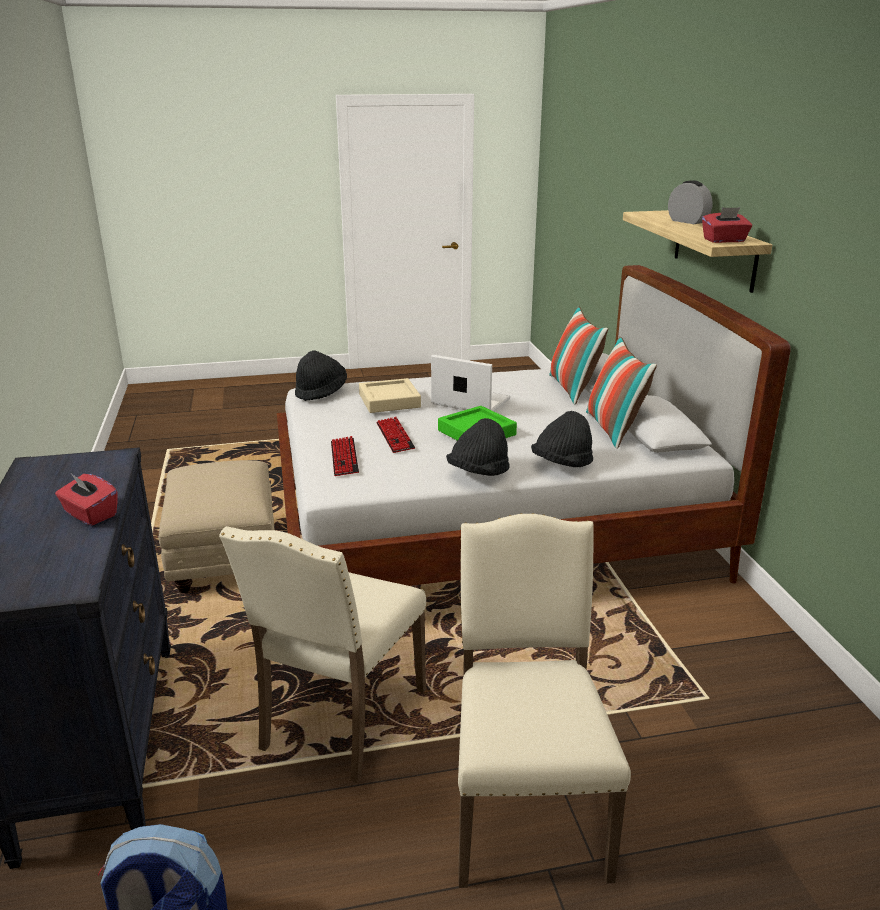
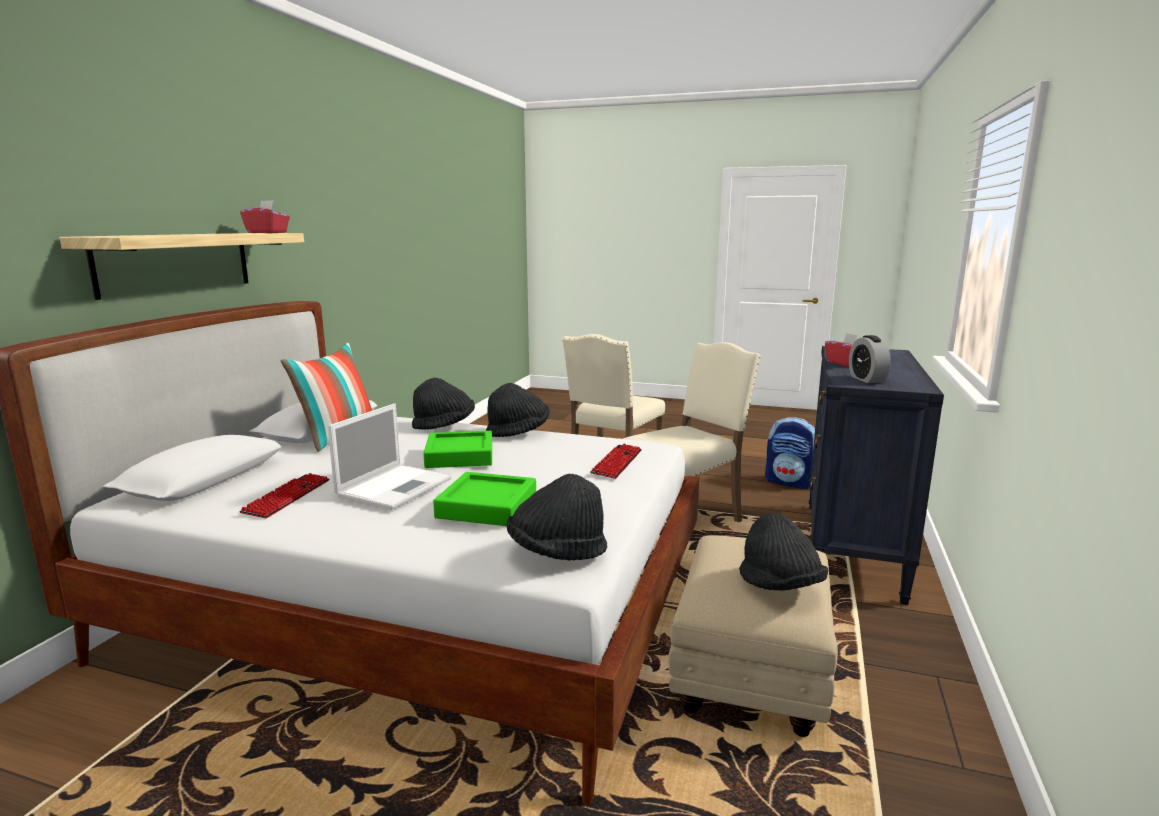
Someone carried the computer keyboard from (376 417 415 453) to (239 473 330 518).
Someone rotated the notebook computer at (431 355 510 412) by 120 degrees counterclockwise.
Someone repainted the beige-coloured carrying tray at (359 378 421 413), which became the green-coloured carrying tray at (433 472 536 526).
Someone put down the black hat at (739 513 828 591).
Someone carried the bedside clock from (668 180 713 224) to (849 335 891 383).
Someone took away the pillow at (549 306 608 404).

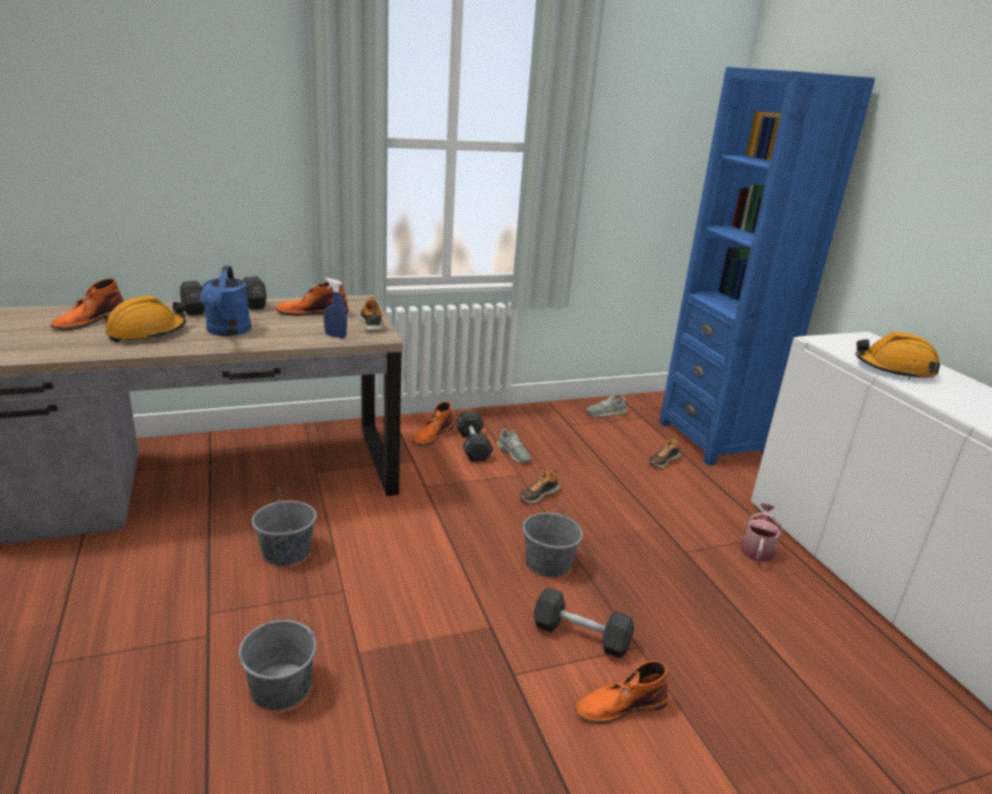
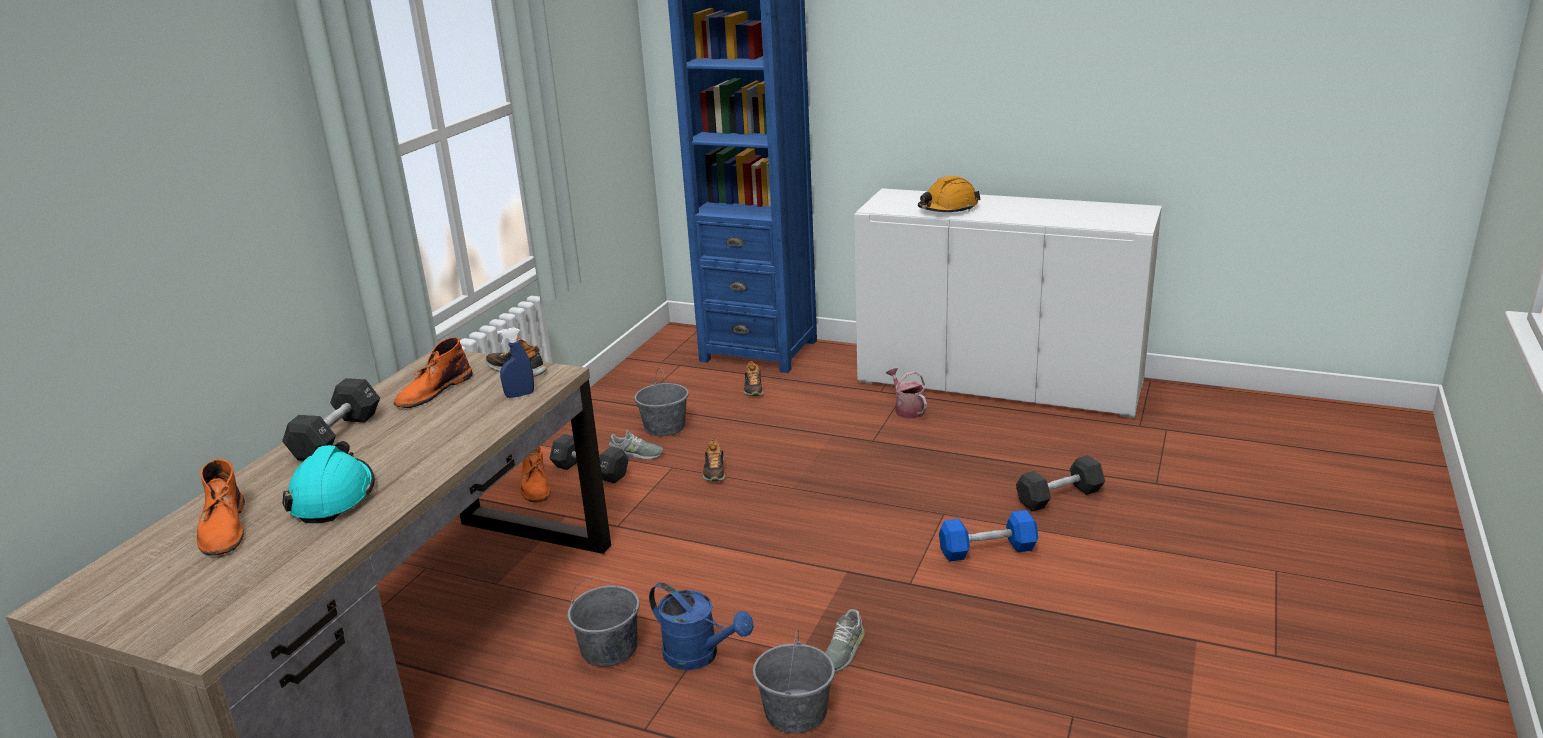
Someone repainted the orangey hard hat at (105 295 186 342), which became the turquoise-coloured hard hat at (282 441 375 523).
Someone carried the gray water bucket from (522 502 583 577) to (635 368 689 436).
Someone carried the blue sprinkling can from (200 266 251 336) to (649 583 754 670).
Someone carried the gray item of footwear from (586 394 627 417) to (825 609 865 672).
Someone swapped the orangey high-top boot at (575 661 668 723) for the blue hand weight at (939 510 1038 562).
Someone carried the black hand weight from (533 587 634 658) to (1016 455 1105 512).

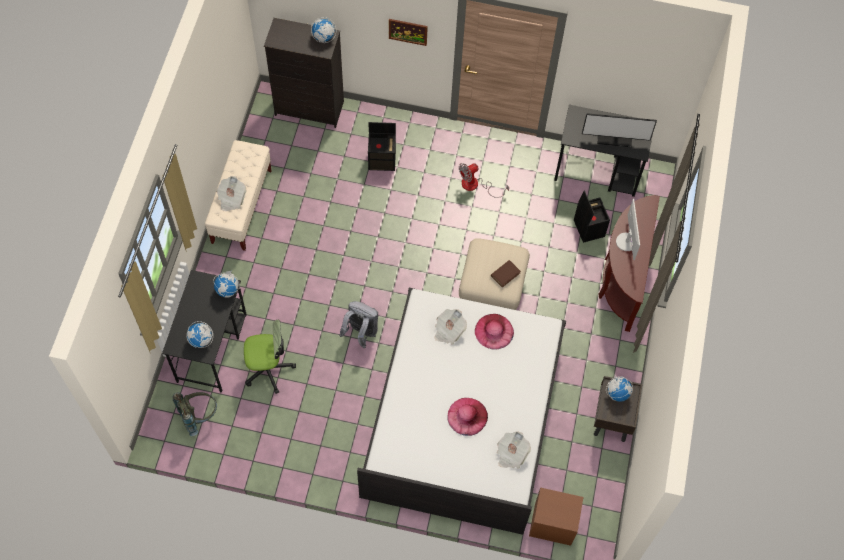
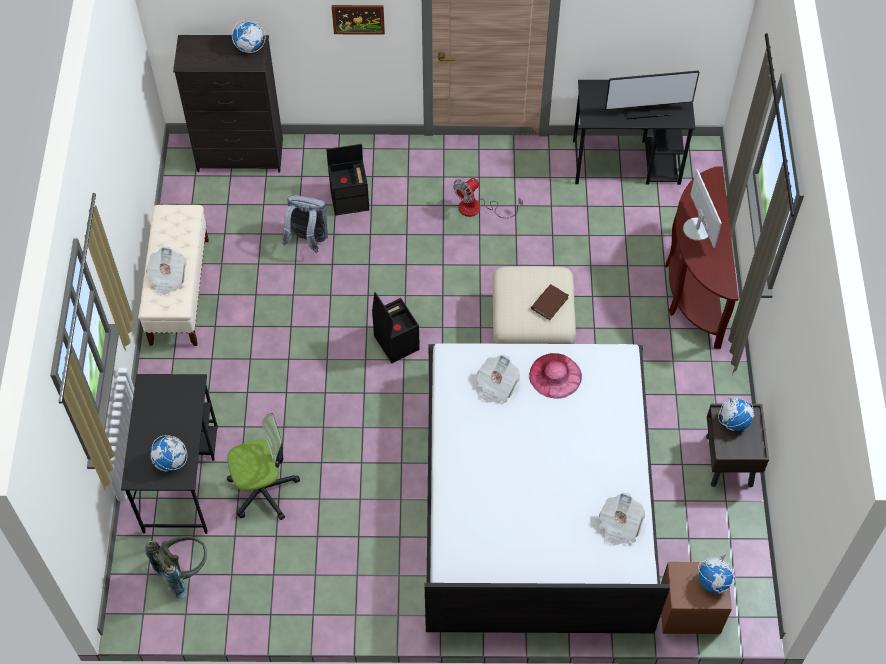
Someone carried the gray backpack from (339 301 378 348) to (282 195 328 253).
Someone carried the black storage box from (574 190 610 243) to (372 292 420 363).
Someone carried the desk globe from (214 270 240 298) to (698 554 735 594).
Someone took away the pink hat at (447 398 488 436).

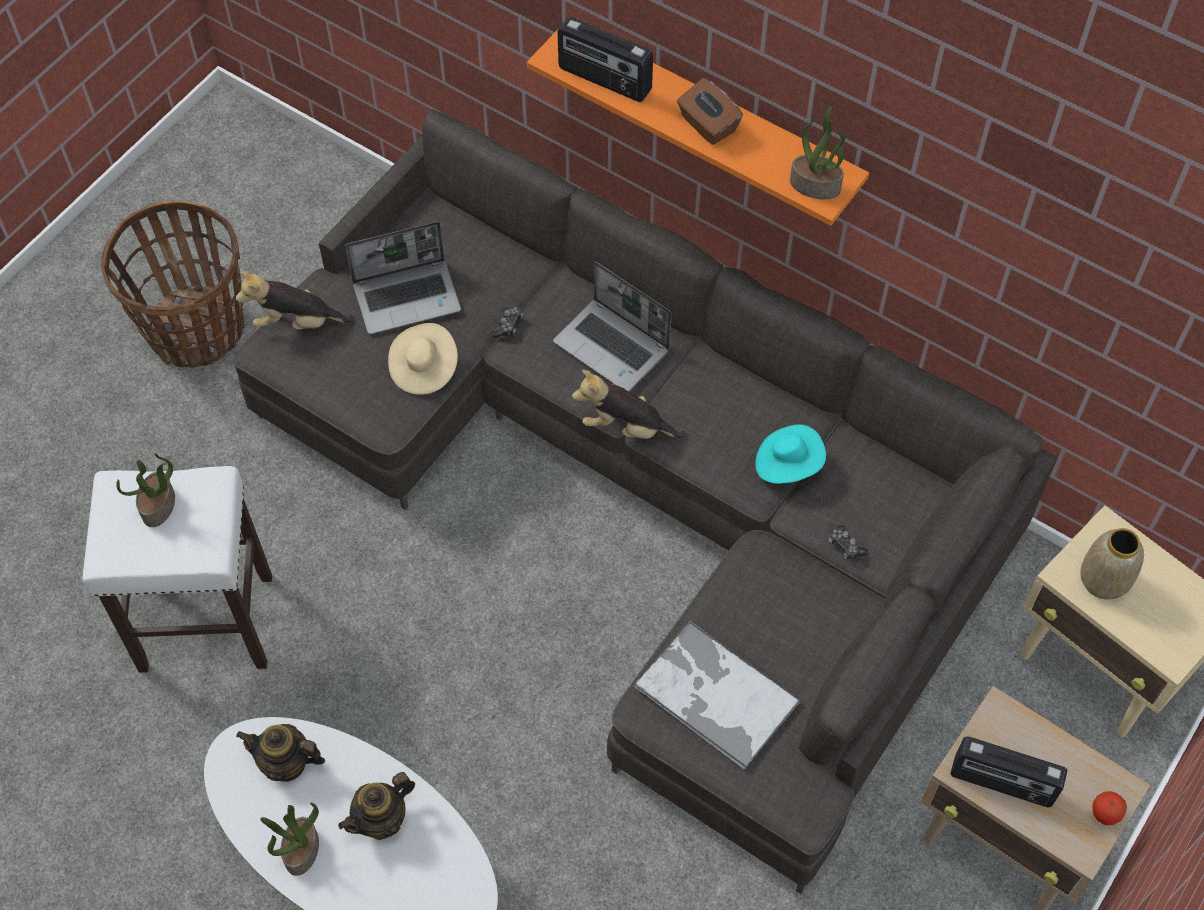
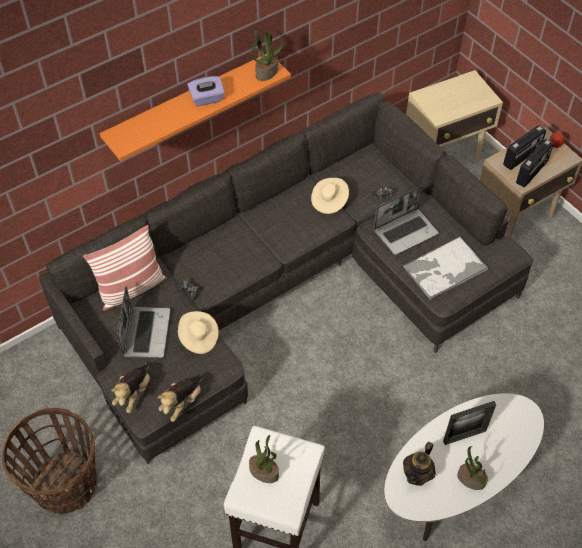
Someone put down the pillow at (83 225 167 311).
Someone carried the plush toy from (572 370 686 439) to (158 374 204 422).
Someone repainted the brownish tissue box at (677 78 743 145), which became the purplish tissue box at (187 76 225 106).
Someone repainted the turquoise-coloured hat at (755 424 826 484), which became the beige-coloured hat at (311 178 349 214).
Someone carried the notebook computer from (553 261 672 392) to (374 186 439 255).
Someone swapped the tea pot at (338 772 415 840) for the picture frame at (443 401 496 445).
Someone carried the radio set from (557 17 653 102) to (503 125 546 170).
Someone took away the vase at (1080 528 1144 599).

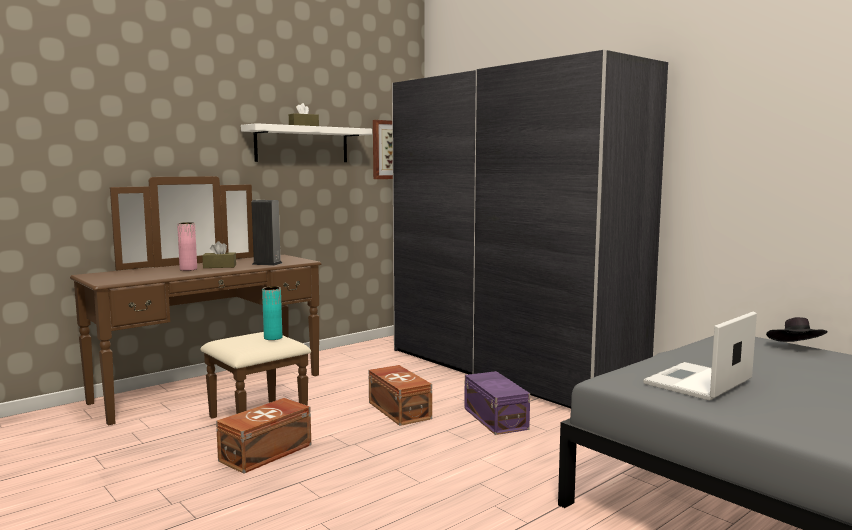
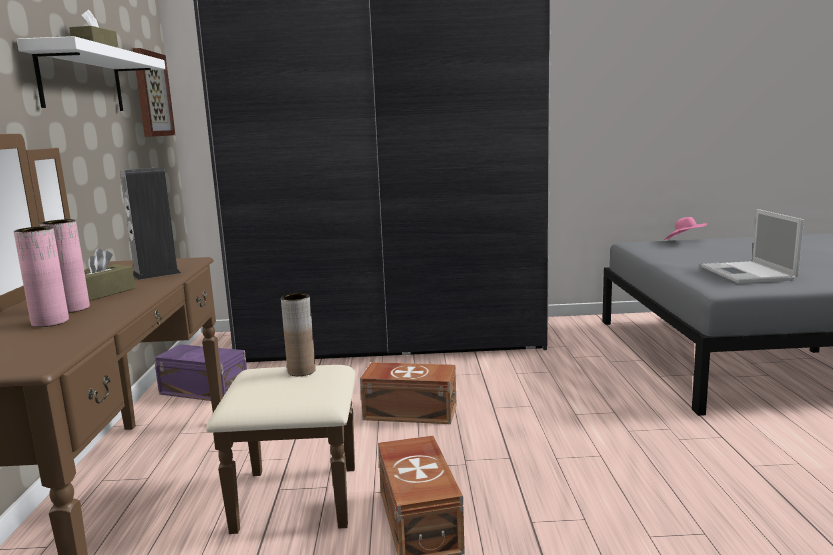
Someone put down the pink vase at (14 226 69 327).
Someone carried the purplish storage box from (464 371 530 435) to (154 344 247 401).
Someone repainted the turquoise-coloured vase at (262 286 282 340), which became the brownish vase at (281 293 315 376).
Someone repainted the black hat at (766 317 828 342), which became the pink hat at (664 217 707 240).

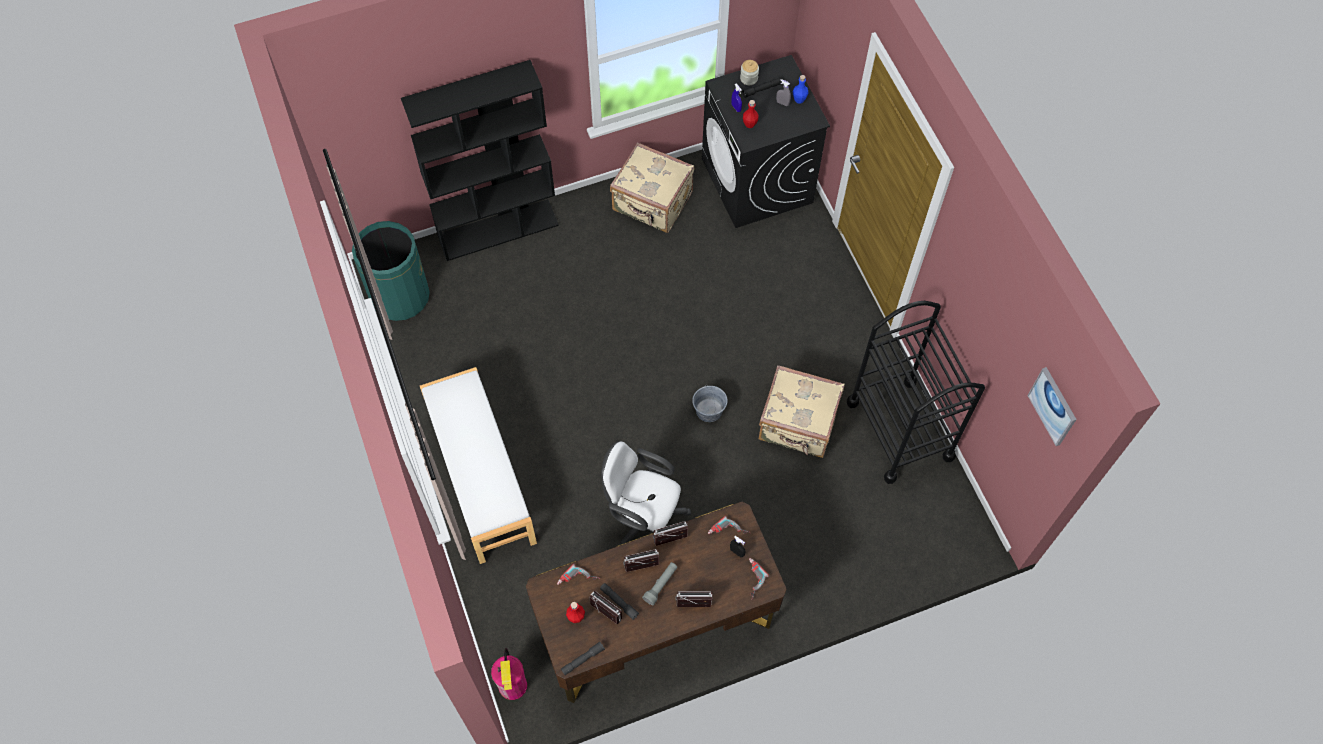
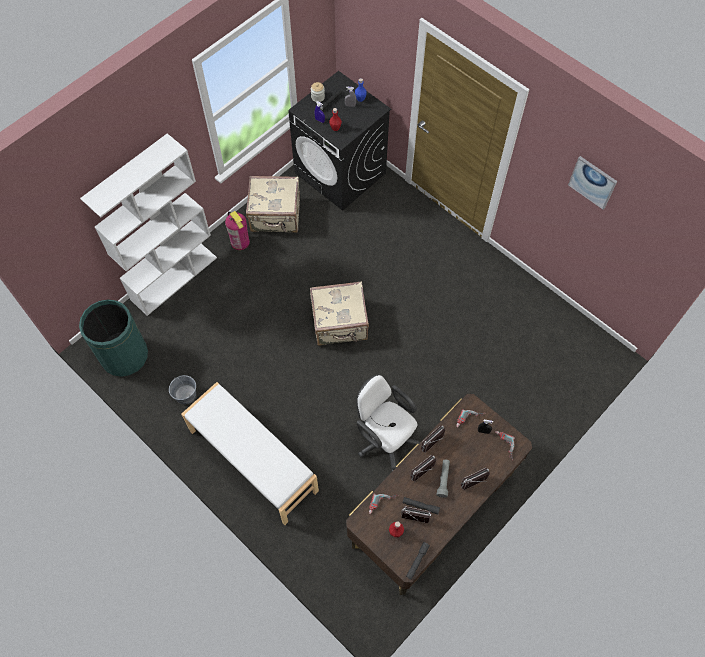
Someone repainted the black shelving unit at (401 60 559 261), which became the white-coloured shelving unit at (80 133 217 316).
Someone carried the gray water bucket from (692 385 728 422) to (169 375 196 404).
Someone carried the extinguisher from (491 648 527 700) to (225 211 250 250).
Someone carried the beige-coloured piece of luggage from (759 365 845 458) to (310 281 369 346).
Someone rotated the white-coloured office chair at (601 441 691 545) by 45 degrees clockwise.
Someone carried the wall art from (1027 367 1077 446) to (568 156 617 210).
Someone took away the black cart at (847 301 985 484).

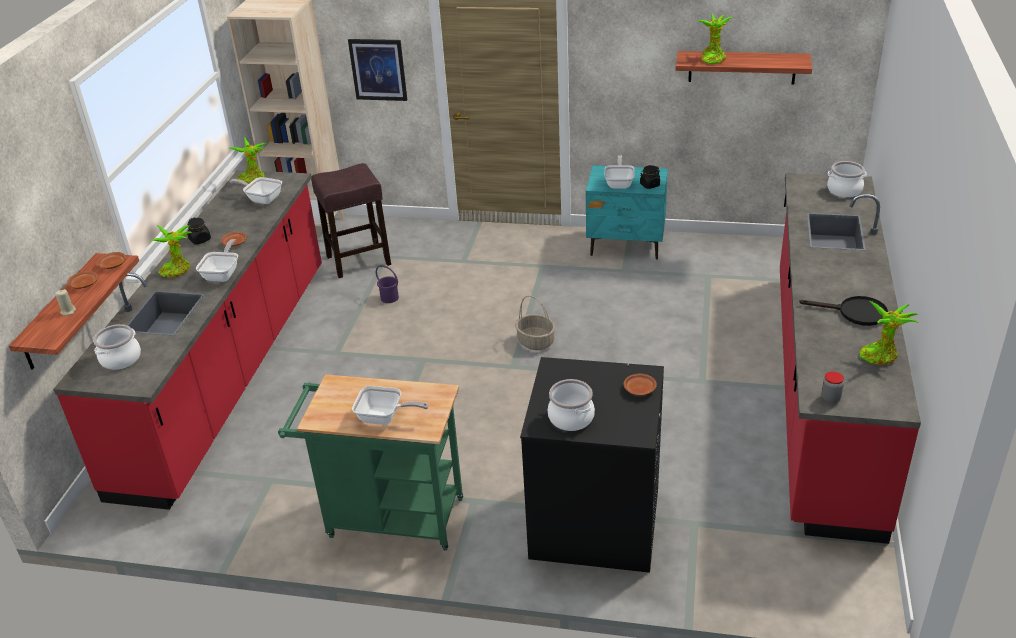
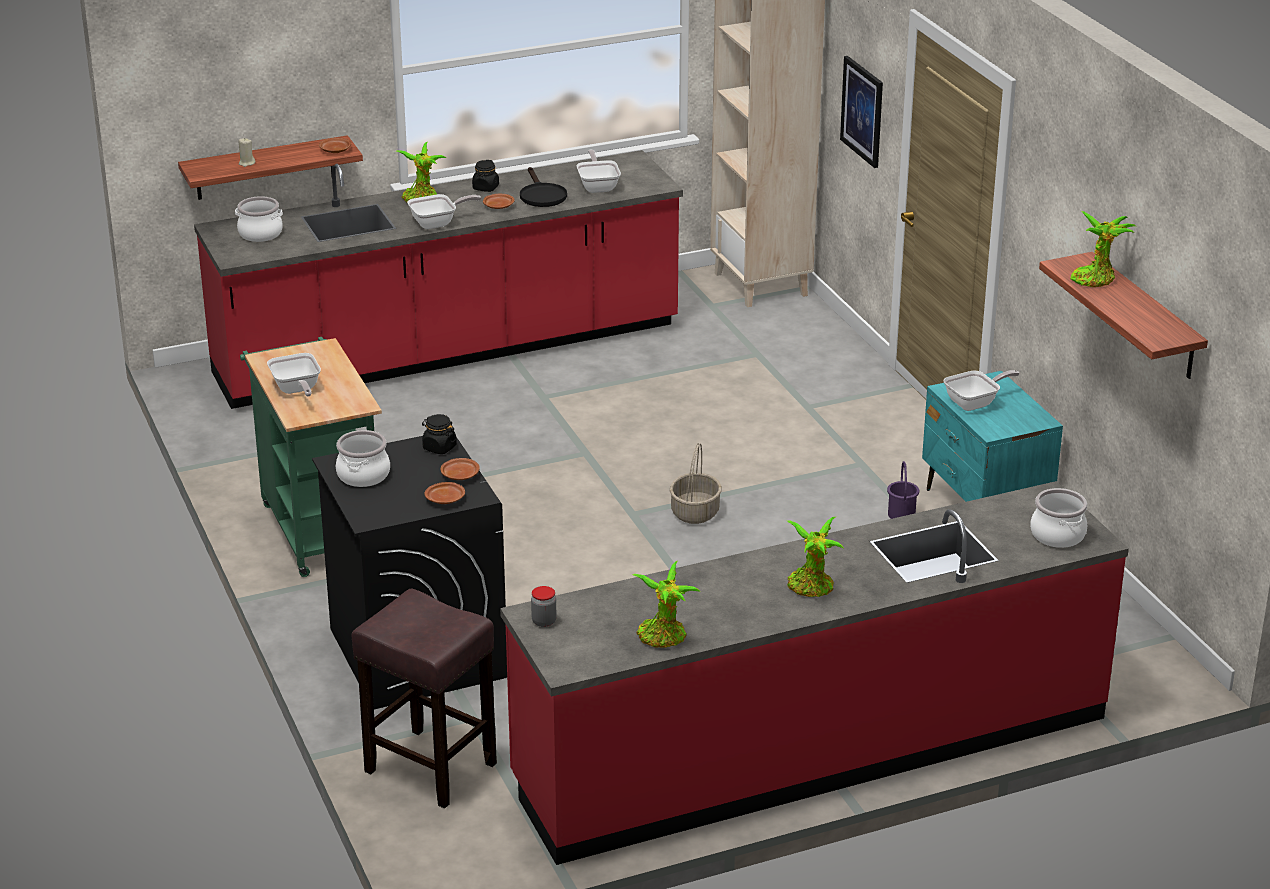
Someone carried the brownish stool from (311 163 391 278) to (352 589 497 808).
Someone carried the black preserve jar from (640 165 660 189) to (422 414 457 454).
Someone carried the brownish flat dish from (67 271 98 289) to (441 458 480 480).
Someone carried the black pan from (799 296 888 326) to (520 167 567 207).
Someone carried the potted plant from (228 137 267 184) to (787 517 843 597).
Someone carried the purplish water bucket from (376 265 399 303) to (887 461 919 519).

